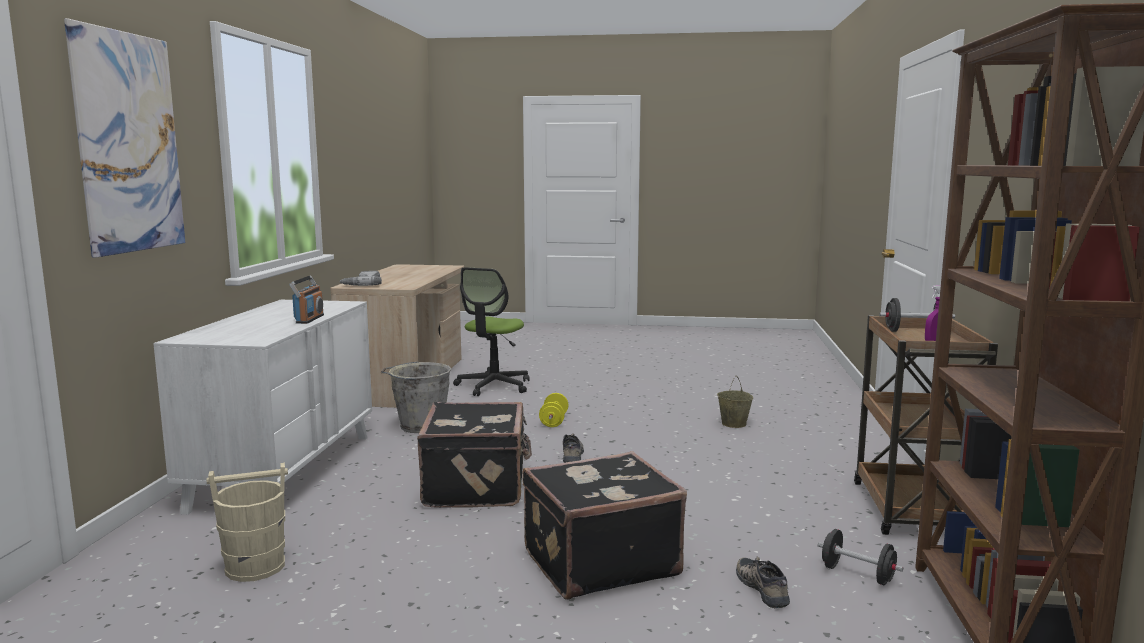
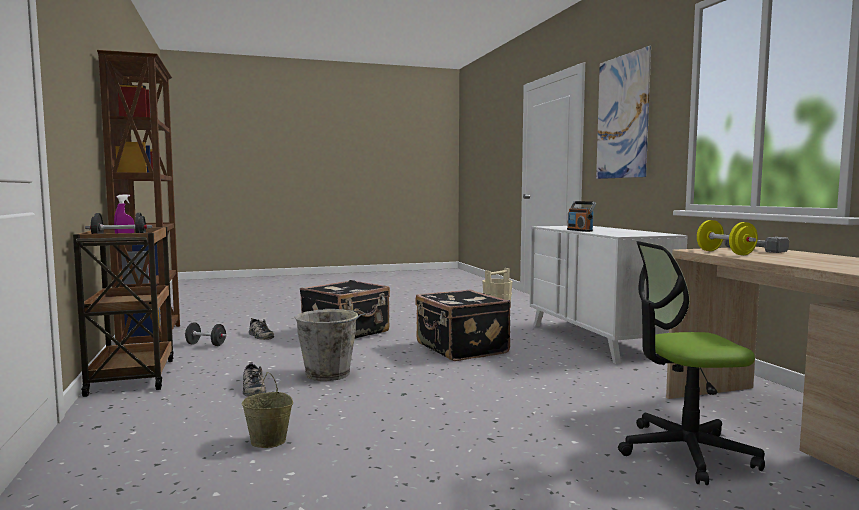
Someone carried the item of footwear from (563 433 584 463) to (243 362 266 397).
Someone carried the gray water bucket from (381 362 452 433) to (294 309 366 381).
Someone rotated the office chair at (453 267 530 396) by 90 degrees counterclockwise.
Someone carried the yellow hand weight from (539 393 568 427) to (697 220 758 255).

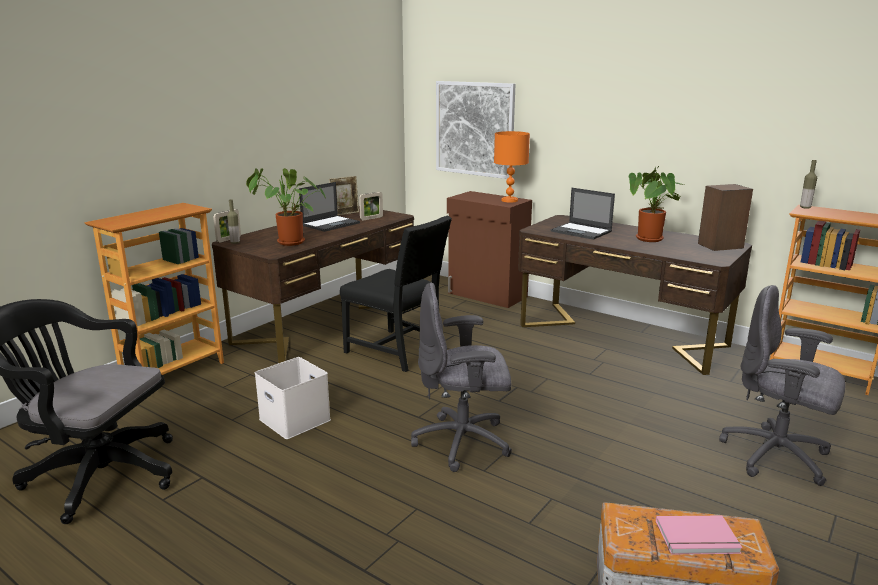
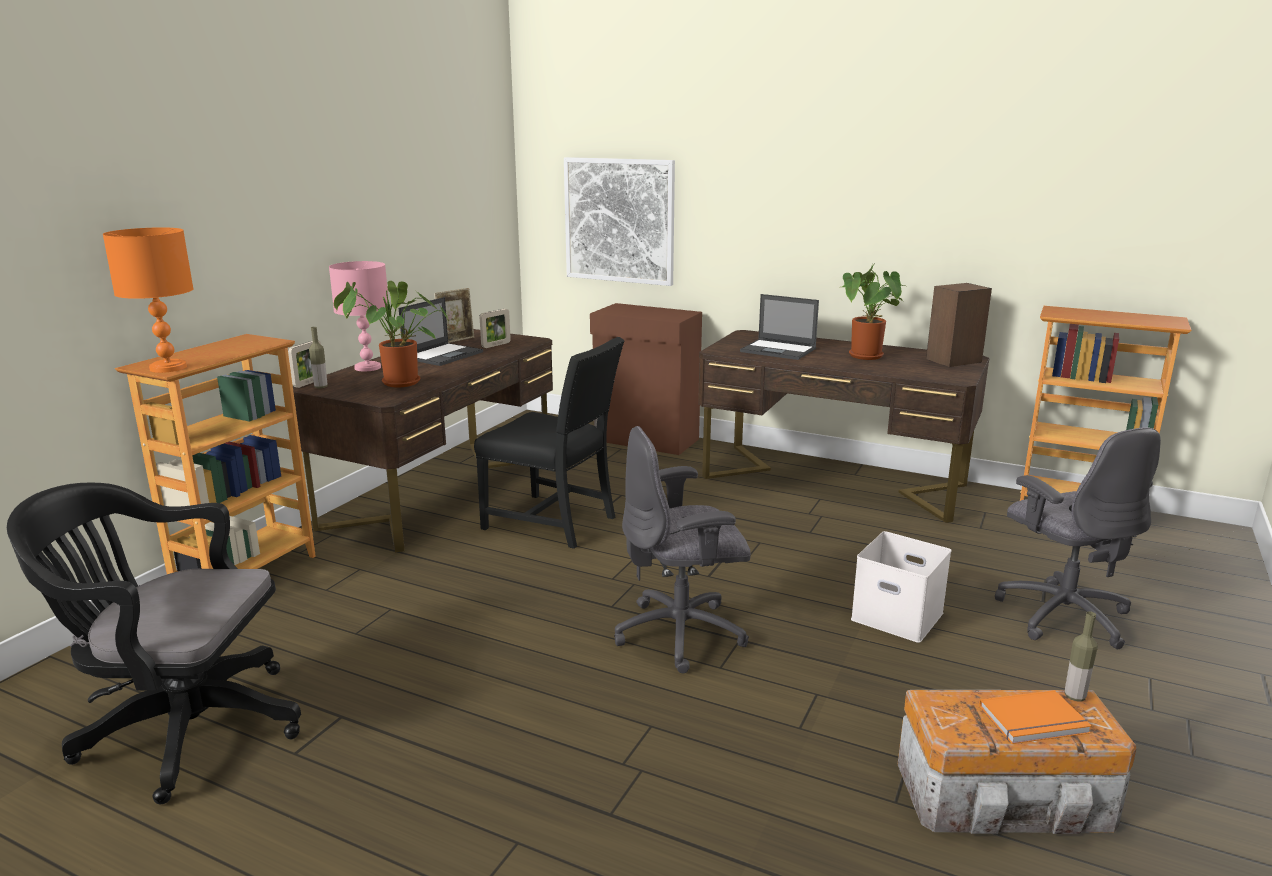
Someone carried the orangey table lamp from (494 131 530 203) to (103 227 194 373).
Someone put down the pink table lamp at (329 261 389 371).
Someone carried the white-coloured storage box from (255 357 331 439) to (851 531 952 643).
Someone repainted the pink volume at (656 516 742 554), which became the orangey volume at (979 690 1092 744).
Someone rotated the gray office chair at (719 285 845 486) by 135 degrees counterclockwise.
Someone carried the bottle from (800 160 817 209) to (1065 611 1098 702).

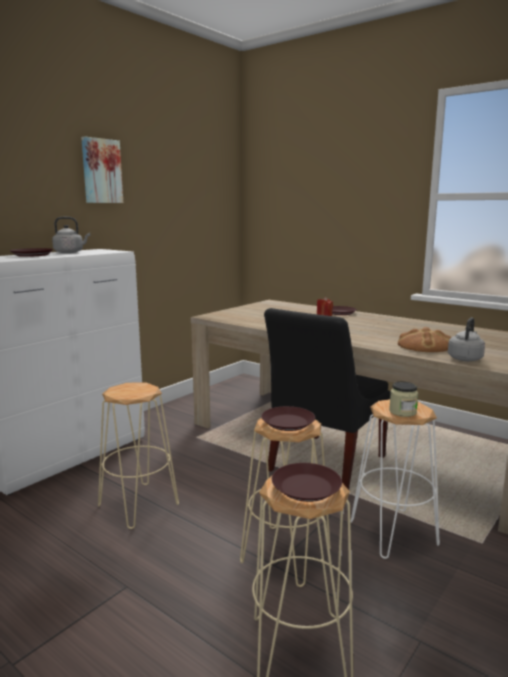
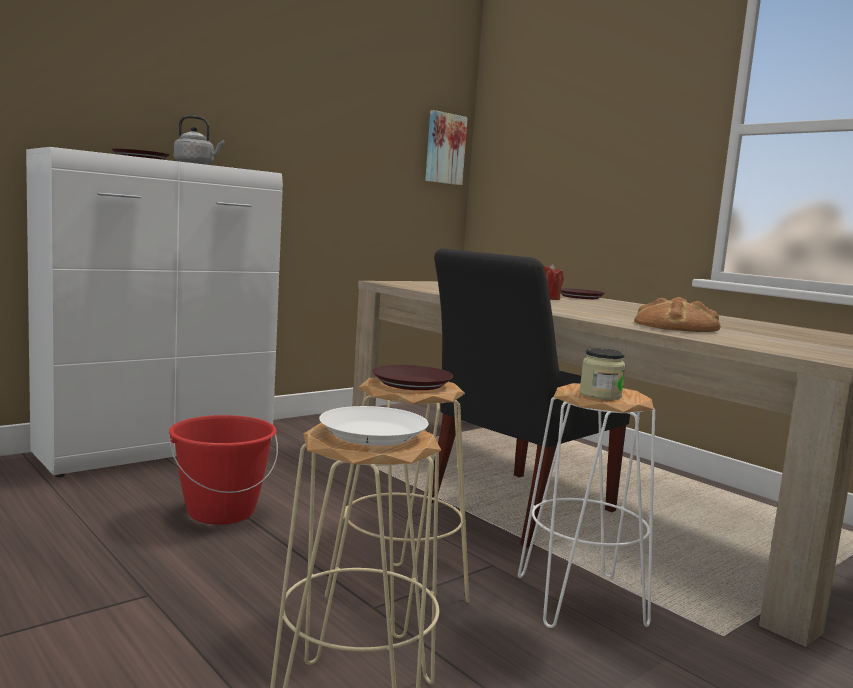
Someone swapped the beige-coloured stool at (98 383 179 529) for the red-coloured water bucket at (169 415 278 525).
Someone repainted the brownish flat dish at (272 463 342 502), which became the white-coloured flat dish at (319 406 429 446).
Someone carried the wall art from (81 136 123 203) to (425 110 468 185).
Someone took away the gray kettle at (448 317 485 361).

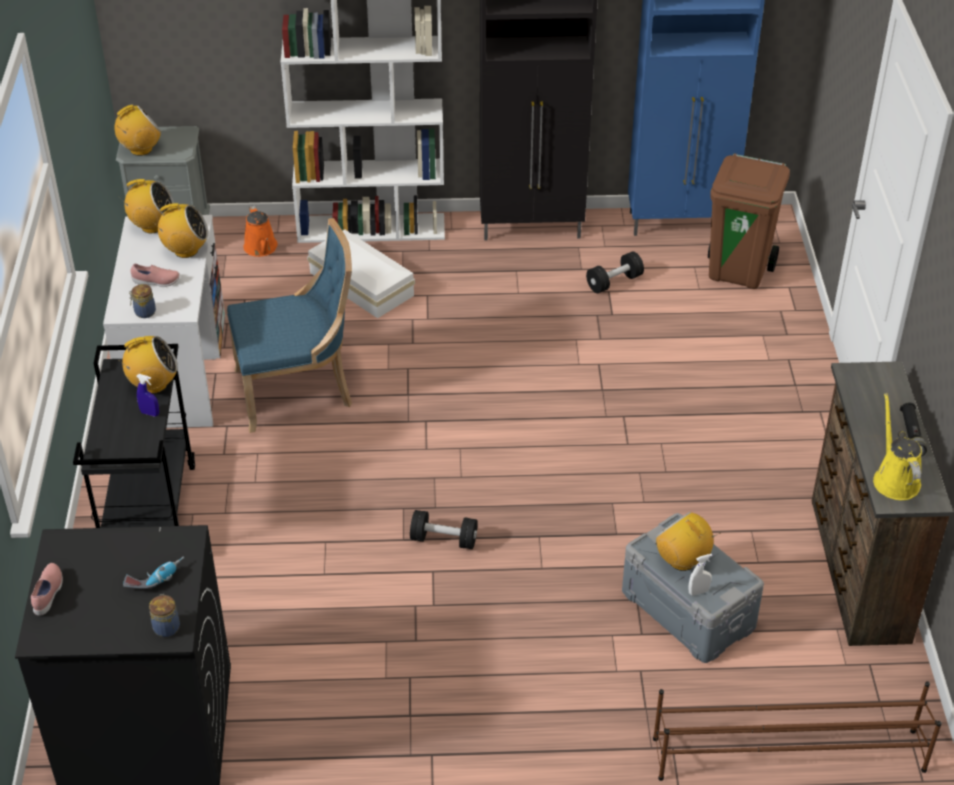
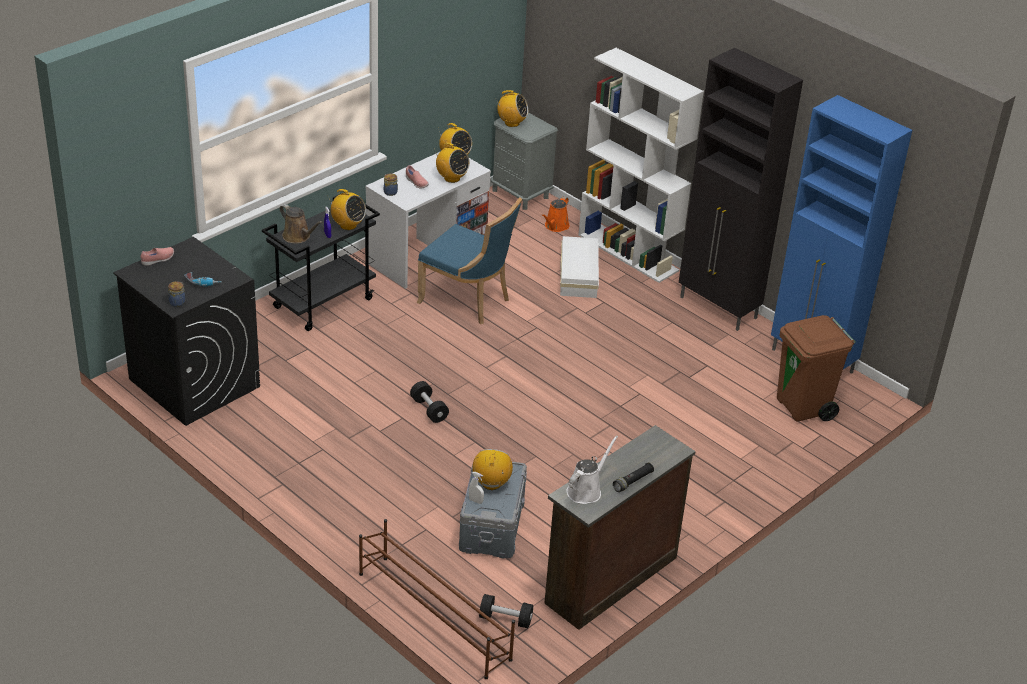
Someone put down the brownish sprinkling can at (280 204 323 244).
Someone carried the black hand weight from (586 252 644 293) to (479 594 533 628).
Someone repainted the yellow sprinkling can at (873 393 922 500), which became the white-coloured sprinkling can at (567 435 618 504).

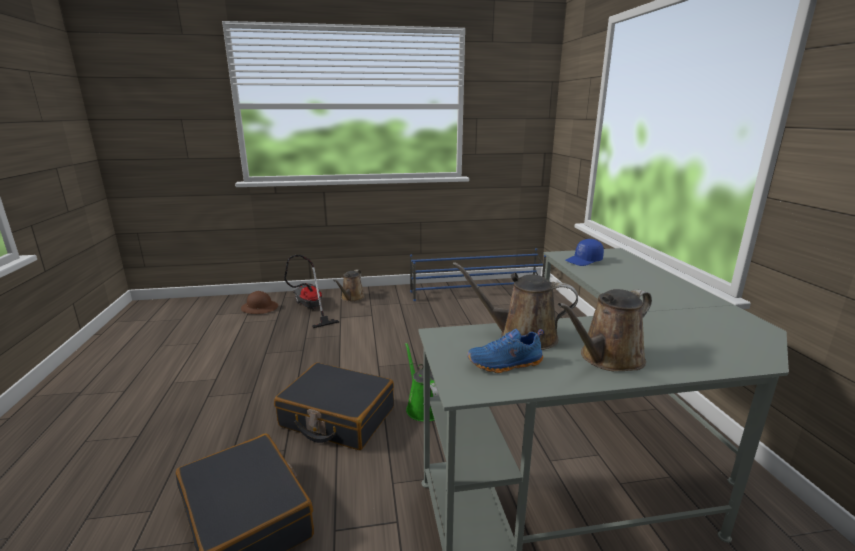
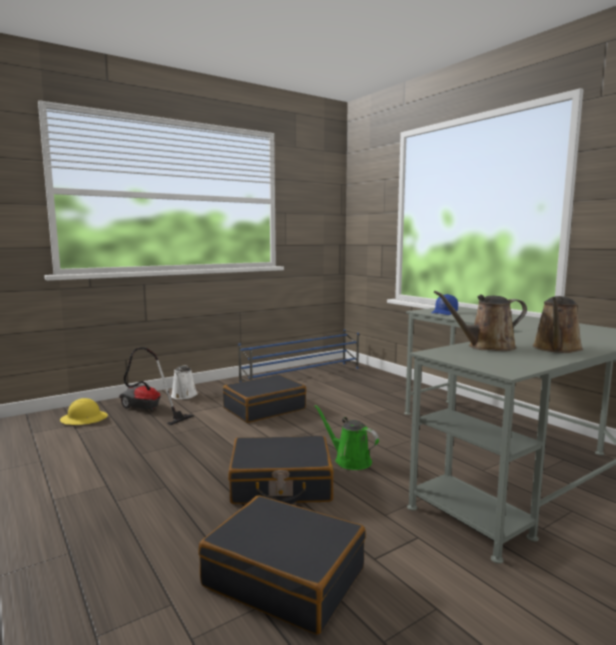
Someone repainted the brownish hard hat at (241 291 278 314), which became the yellow hard hat at (60 398 108 425).
Someone repainted the brownish sprinkling can at (333 270 365 302), which became the white-coloured sprinkling can at (171 365 198 399).
Someone put down the black piece of luggage at (223 375 306 423).
Someone took away the blue item of footwear at (467 329 544 373).

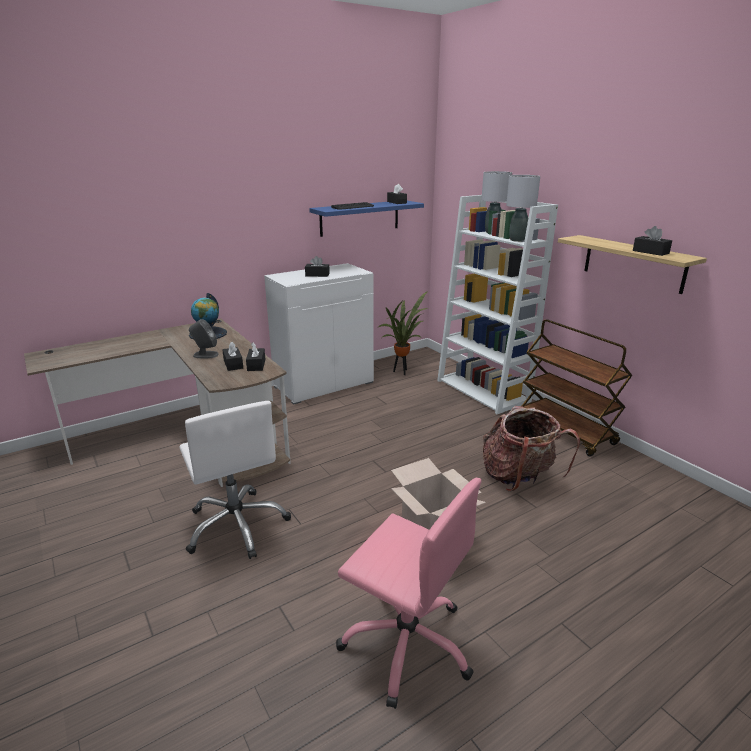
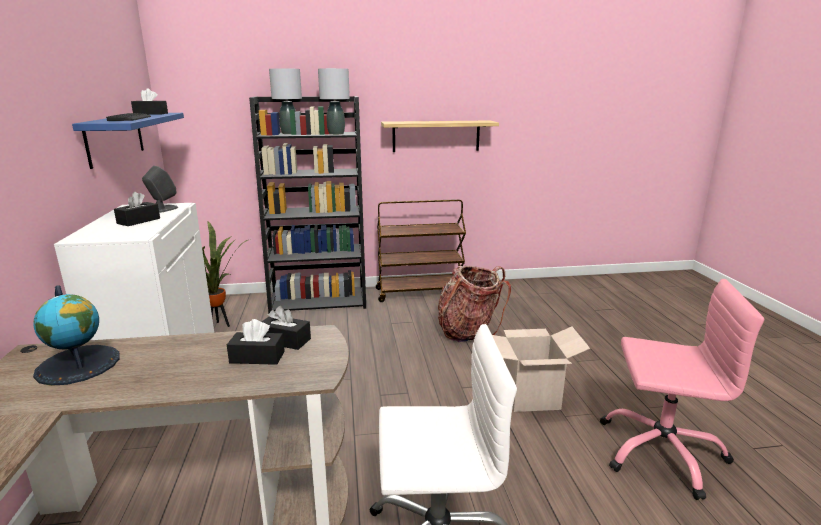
Someone carried the gray audio speaker from (189 319 219 358) to (142 166 178 213).
Someone repainted the white-coloured shelving unit at (437 195 558 414), which became the black shelving unit at (249 96 366 314).
Someone rotated the pink office chair at (336 478 481 709) by 45 degrees clockwise.
Someone took away the black tissue box at (633 226 672 256).

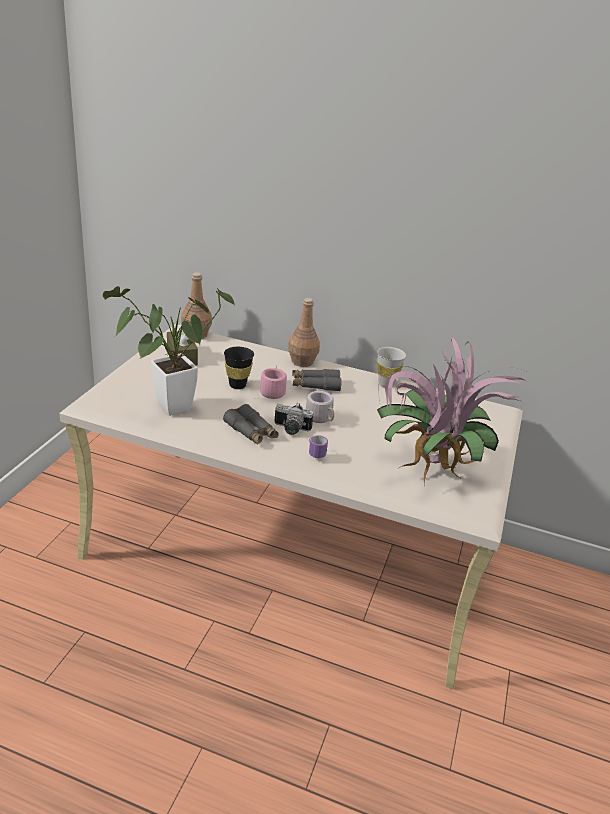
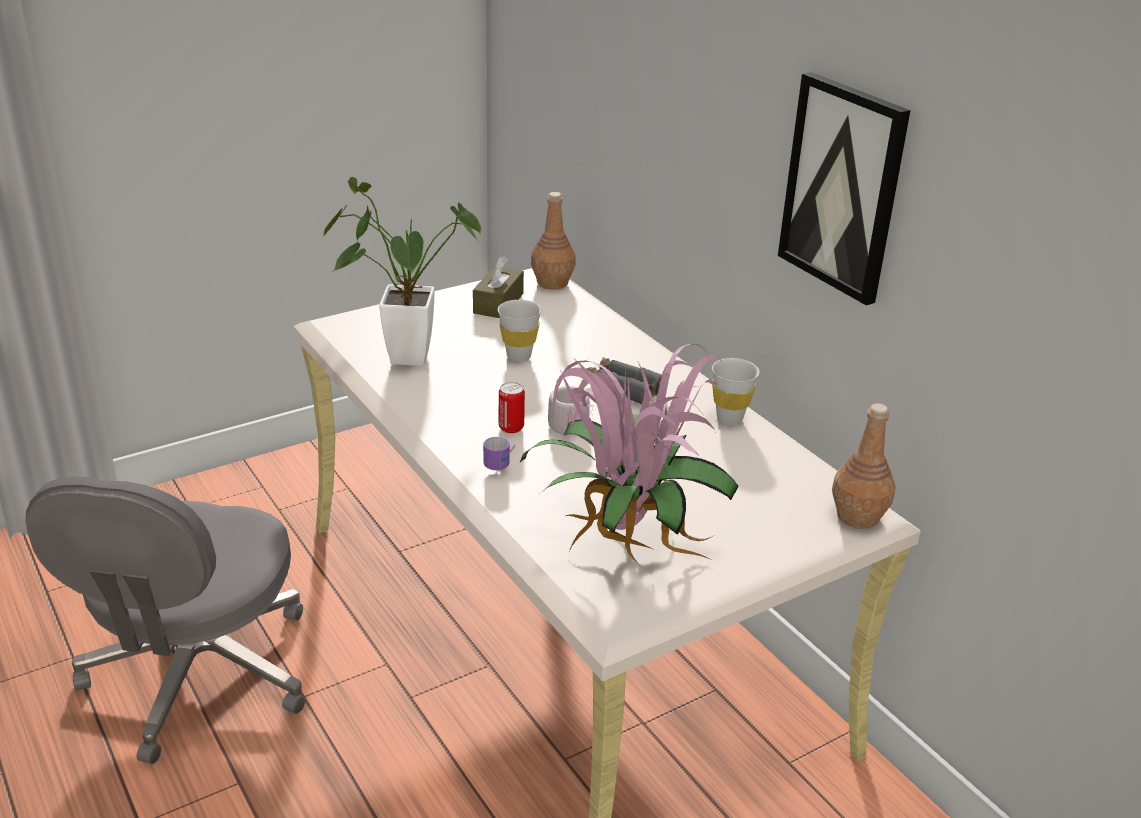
Someone put down the gray office chair at (26 476 306 764).
Someone repainted the black cup at (224 347 254 389), which became the white-coloured cup at (498 300 542 362).
Someone swapped the photo camera at (274 403 314 435) for the sealed can at (499 382 525 433).
Someone put up the wall art at (778 72 911 305).
Someone carried the brownish bottle from (288 298 320 367) to (832 403 896 529).
Someone took away the gray binoculars at (223 404 279 445).
Someone took away the pink coffee mug at (257 365 287 399).

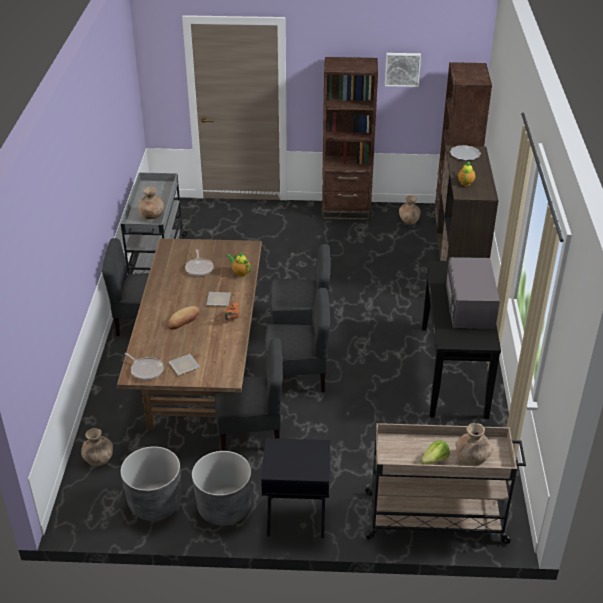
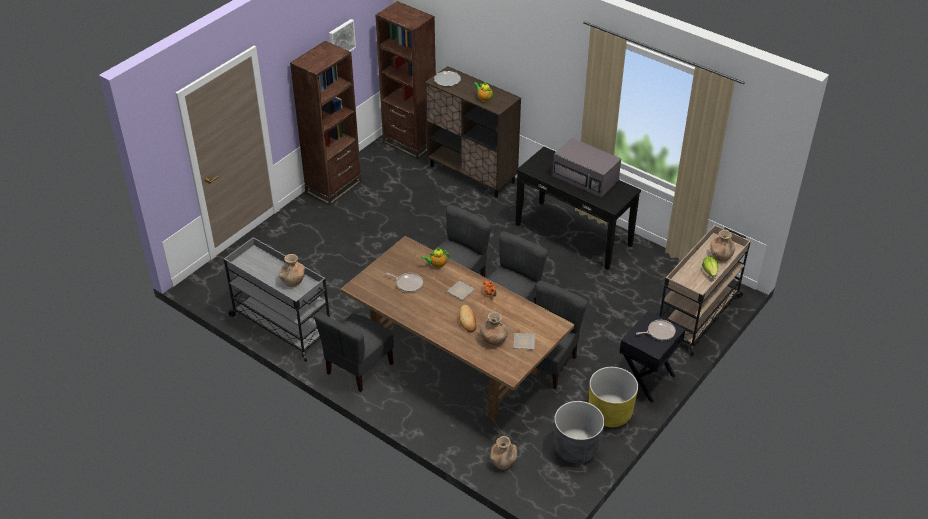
Someone carried the brownish vase from (399 195 421 225) to (480 312 508 345).
Someone repainted the gray plant pot at (192 451 251 526), which became the yellow plant pot at (589 367 638 427).
Someone carried the pan from (125 353 164 380) to (636 320 676 340).

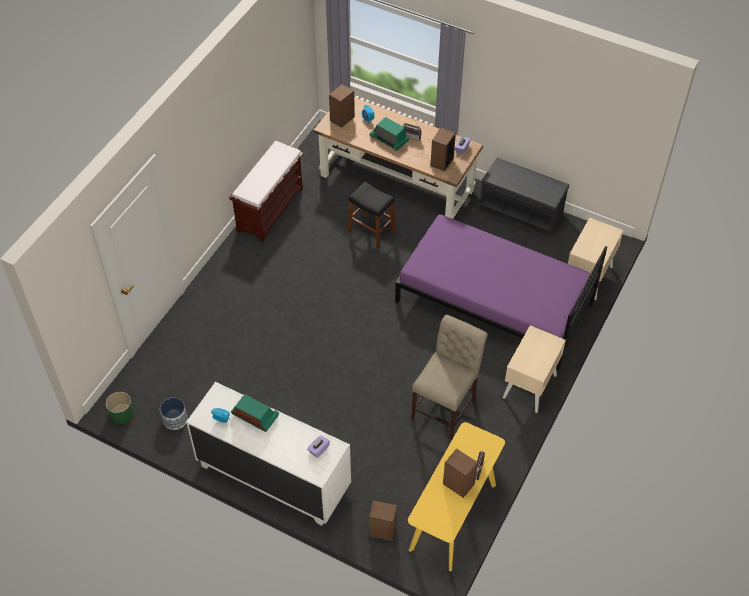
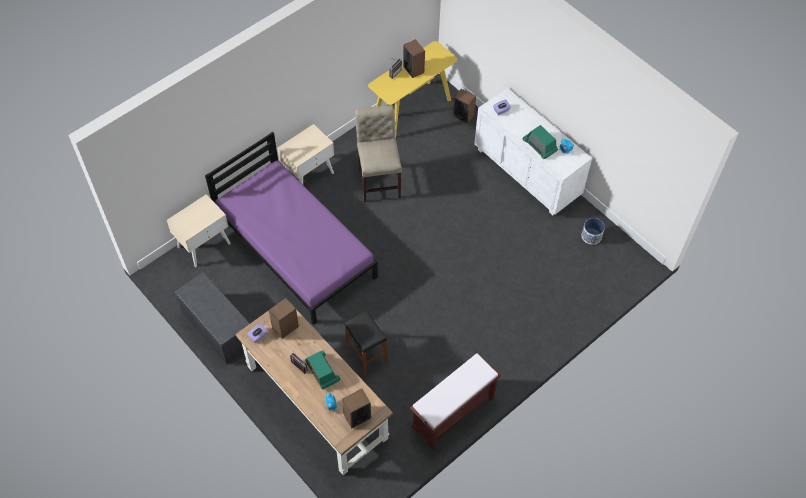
Someone rotated the beige-coloured upright chair at (411 315 488 439) by 120 degrees clockwise.
Someone took away the green-coloured plant pot at (106 392 134 424).

